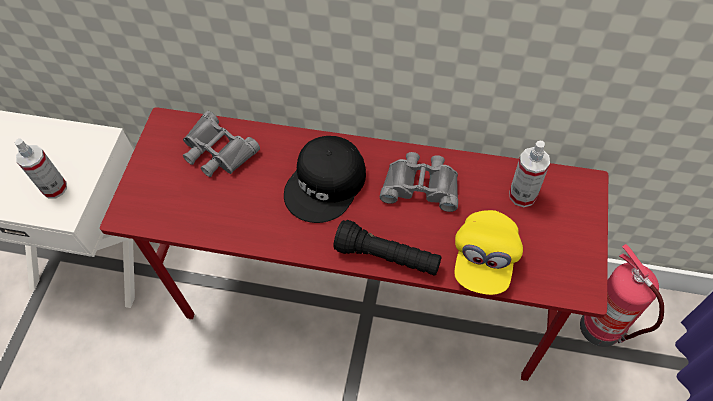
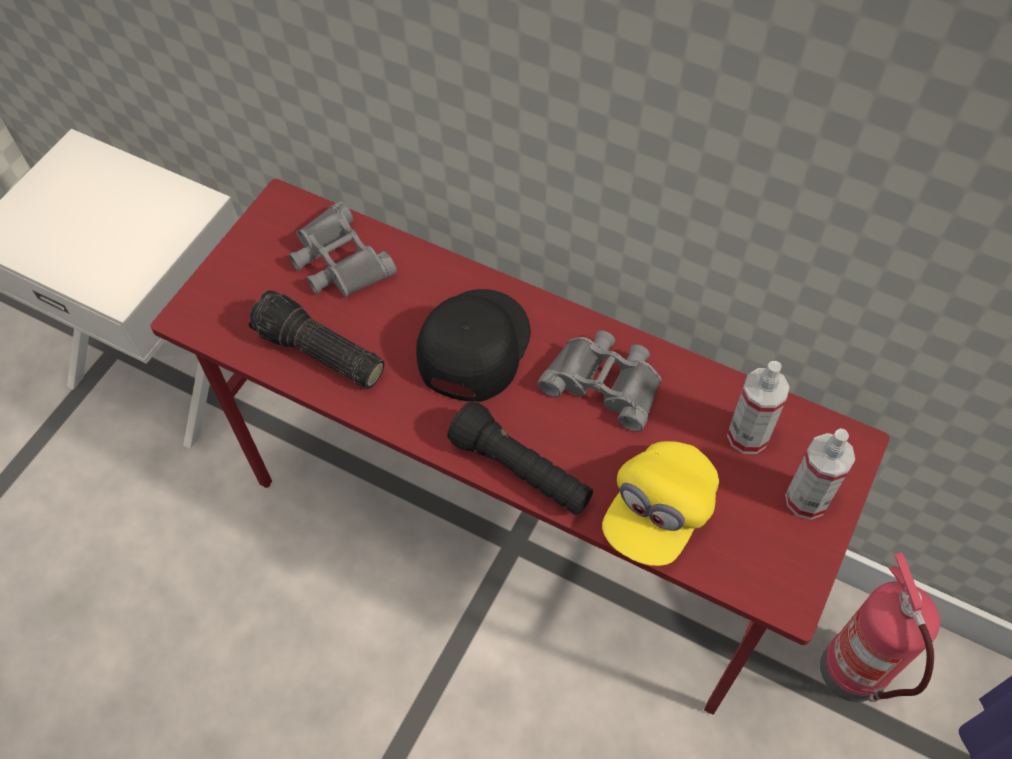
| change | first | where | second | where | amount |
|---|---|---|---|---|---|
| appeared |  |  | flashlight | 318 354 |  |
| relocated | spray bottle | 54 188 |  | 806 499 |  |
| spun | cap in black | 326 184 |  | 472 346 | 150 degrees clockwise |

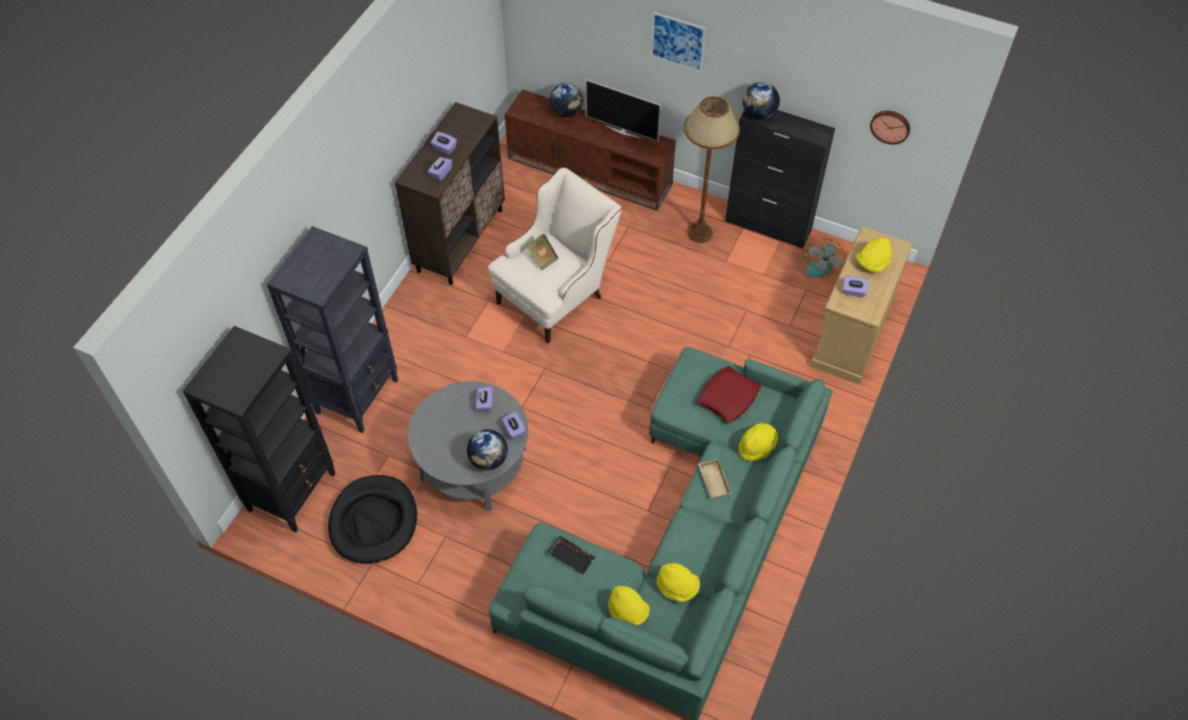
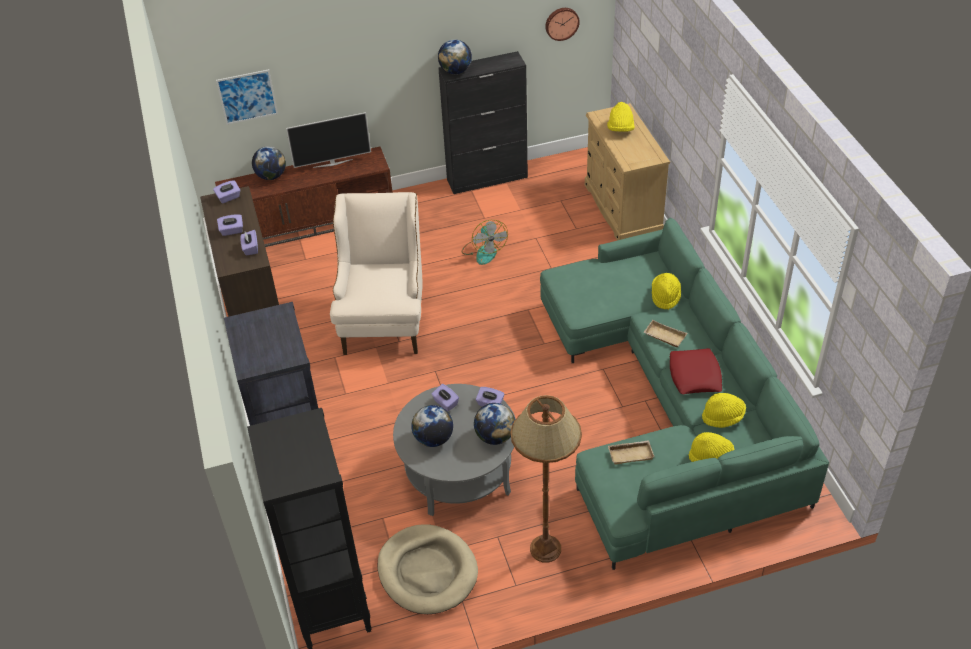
| change | first | where | second | where | amount |
|---|---|---|---|---|---|
| missing | book | 542 258 |  |  |  |
| appeared |  |  | globe | 433 439 |  |
| relocated | picture | 678 42 |  | 247 97 |  |
| relocated | floor lamp in brown | 700 233 |  | 546 549 |  |
| relocated | pillow in red | 728 397 |  | 695 376 |  |
| relocated | fan | 821 264 |  | 484 251 |  |
| relocated | tissue box in purple | 853 291 |  | 228 197 |  |
| colour | dog bed in black | 374 521 | dog bed in beige | 427 571 |  |
| colour | tray in black | 572 556 | tray in beige | 631 454 |  |

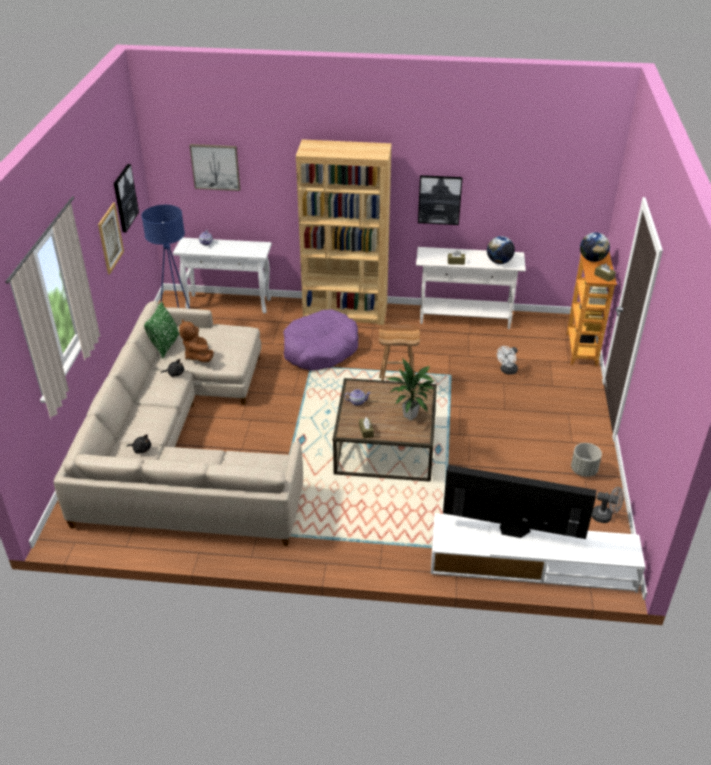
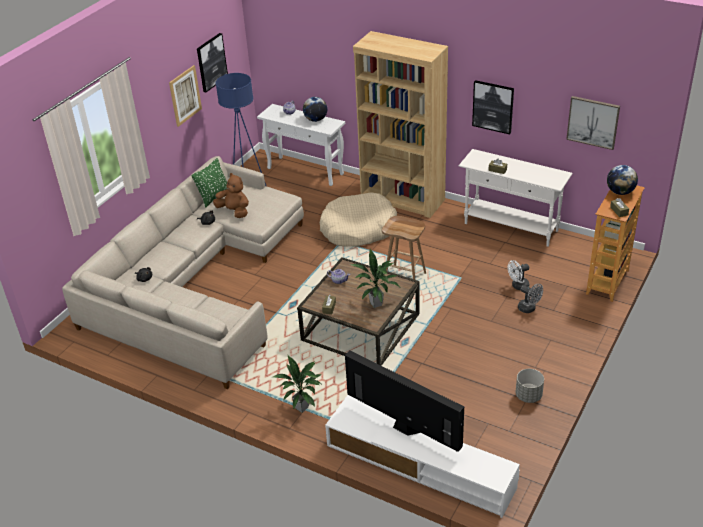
| change | first | where | second | where | amount |
|---|---|---|---|---|---|
| appeared |  |  | potted plant | 302 408 |  |
| relocated | picture | 215 167 |  | 593 122 |  |
| relocated | globe | 499 262 |  | 315 120 |  |
| relocated | fan in grey | 605 516 |  | 529 309 |  |
| colour | dog bed in purple | 320 350 | dog bed in beige | 358 229 |  |
| spun | plush toy in brown | 198 356 |  | 234 211 | 120 degrees clockwise |

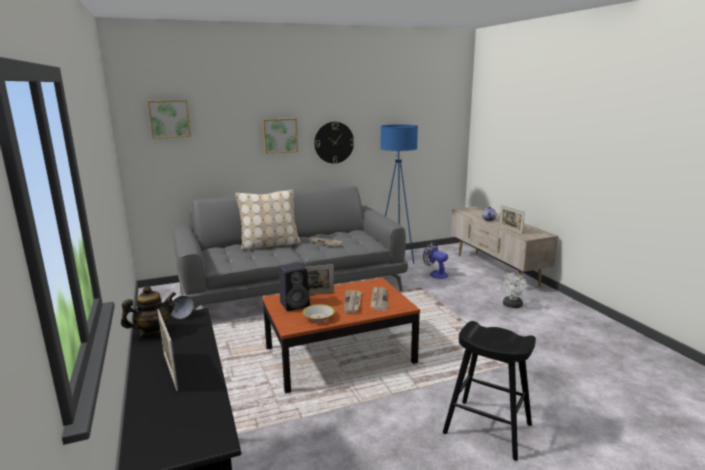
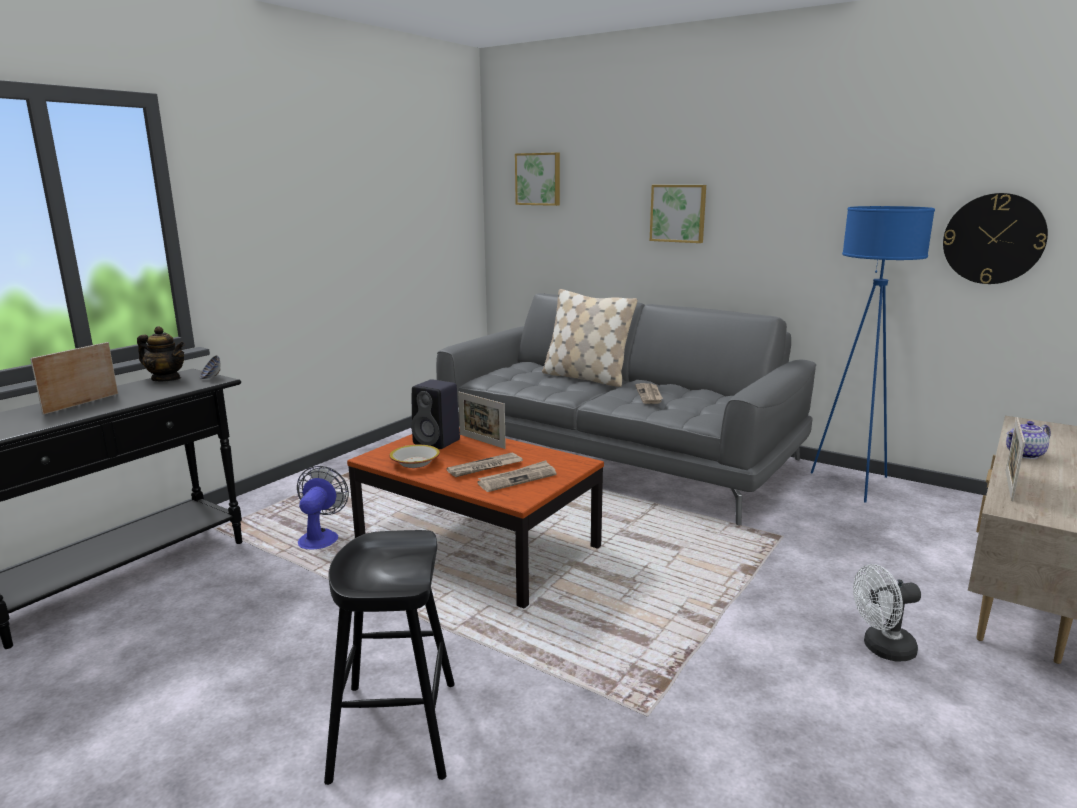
| change | first | where | second | where | amount |
|---|---|---|---|---|---|
| relocated | wall clock | 334 142 |  | 993 239 |  |
| relocated | fan | 435 274 |  | 320 536 |  |

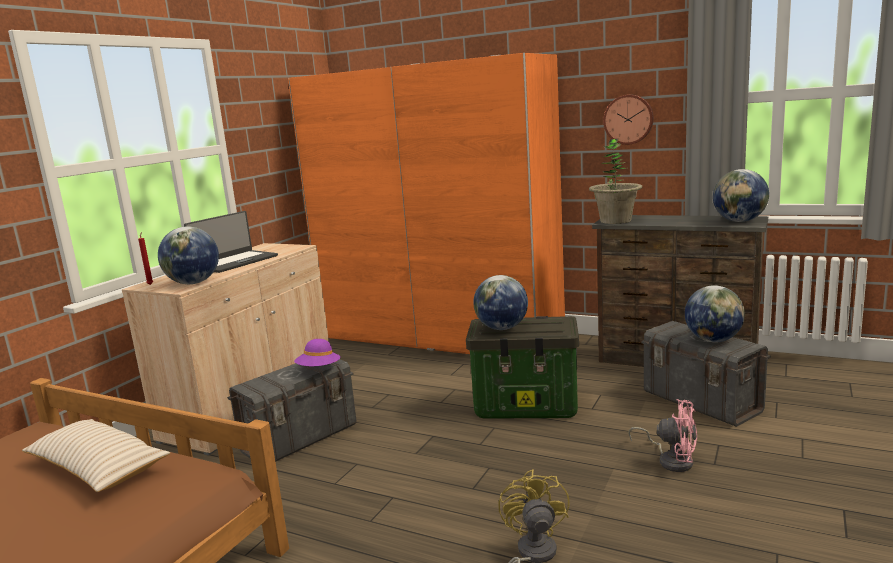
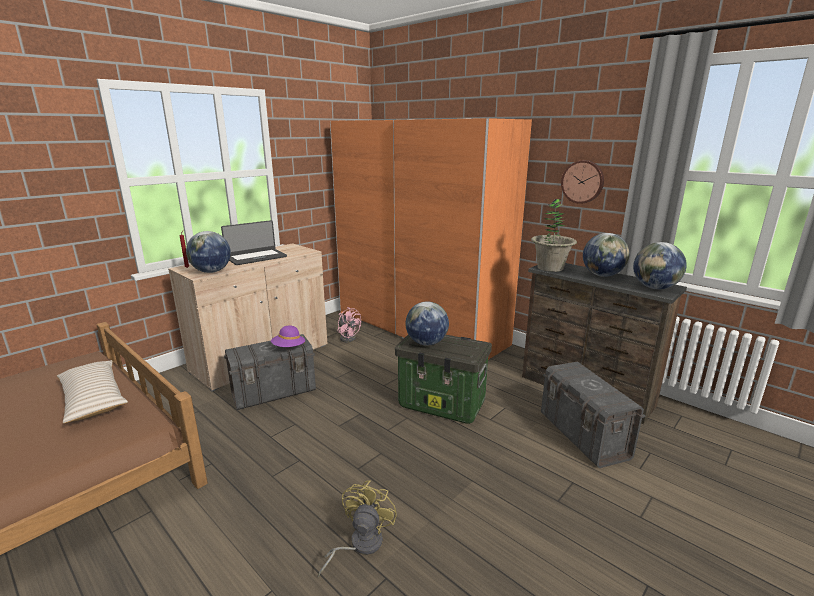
| change | first | where | second | where | amount |
|---|---|---|---|---|---|
| relocated | fan in pink | 671 460 |  | 348 337 |  |
| relocated | globe | 713 340 |  | 602 275 |  |

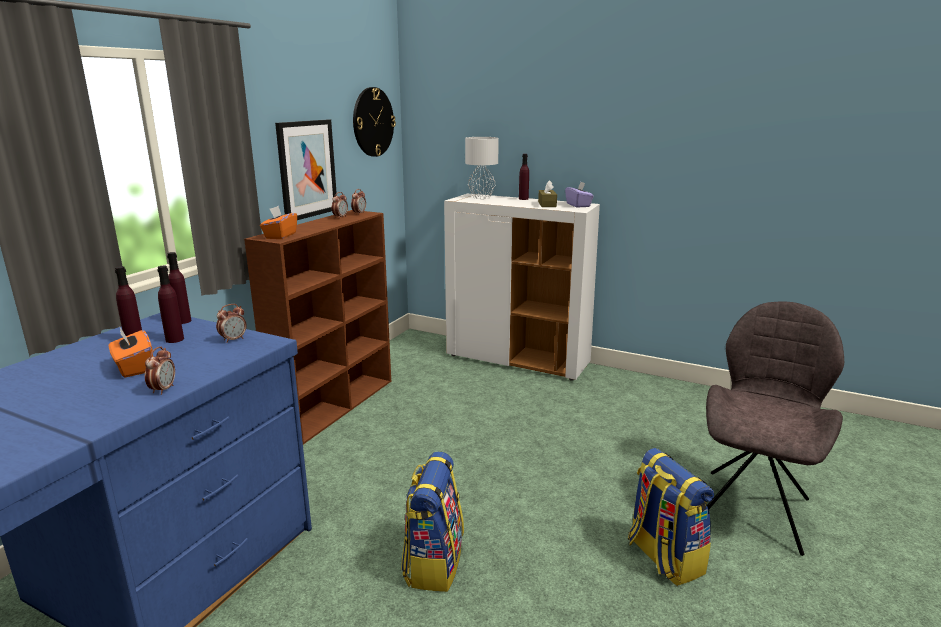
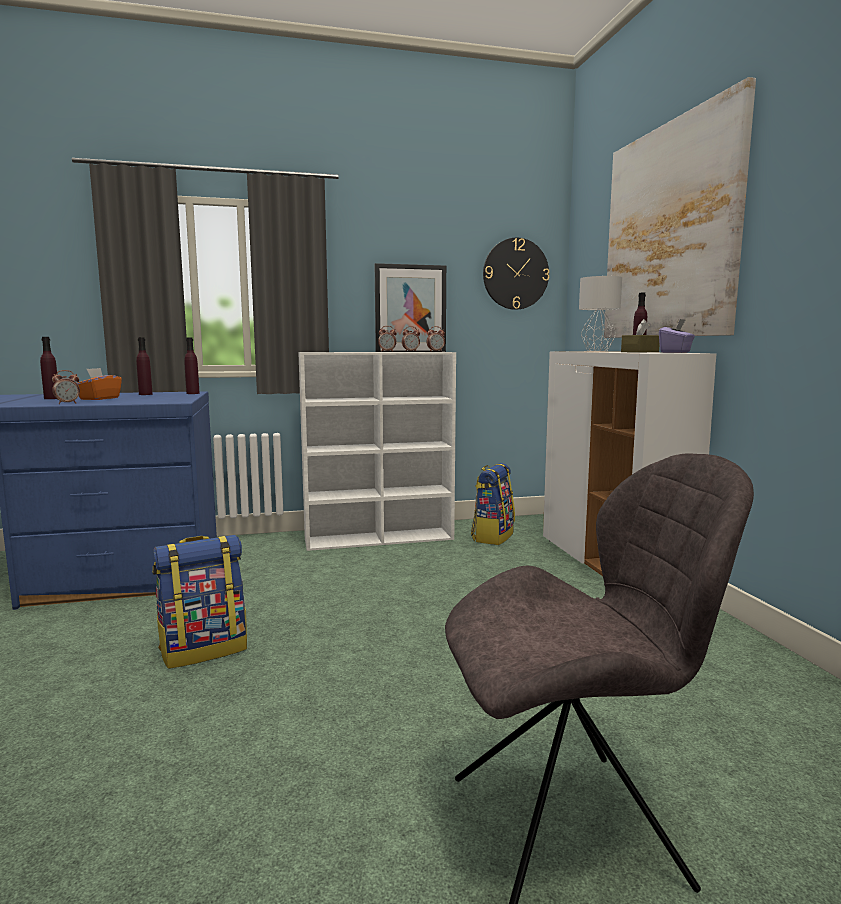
| change | first | where | second | where | amount |
|---|---|---|---|---|---|
| missing | tissue box in orange | 280 236 |  |  |  |
| appeared |  |  | picture | 669 232 |  |
| relocated | bottle in purple | 174 339 |  | 51 398 |  |
| relocated | alarm clock | 233 340 |  | 387 351 |  |
| relocated | backpack | 663 557 |  | 492 536 |  |
| colour | bookcase in brown | 336 405 | bookcase in white | 380 538 |  |

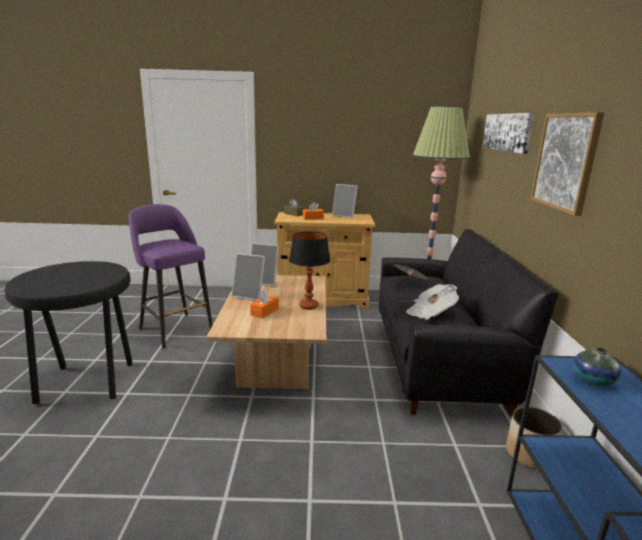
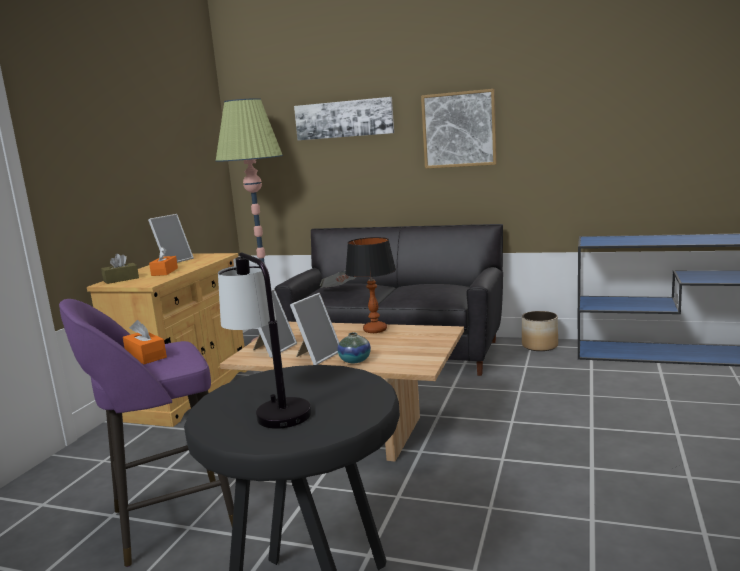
| change | first | where | second | where | amount |
|---|---|---|---|---|---|
| missing | newspaper | 430 313 |  |  |  |
| appeared |  |  | table lamp | 270 408 |  |
| relocated | tissue box in orange | 264 312 |  | 146 356 |  |
| relocated | vase | 593 380 |  | 355 360 |  |

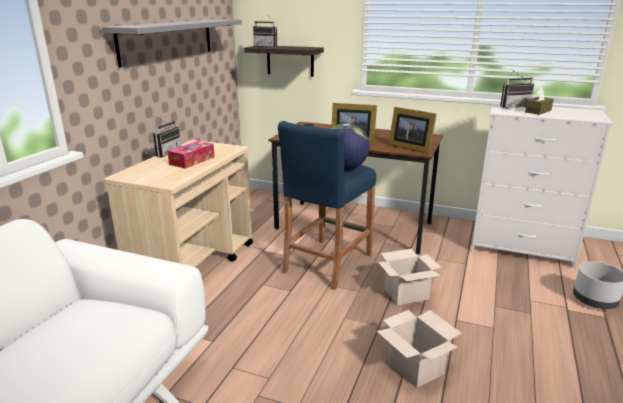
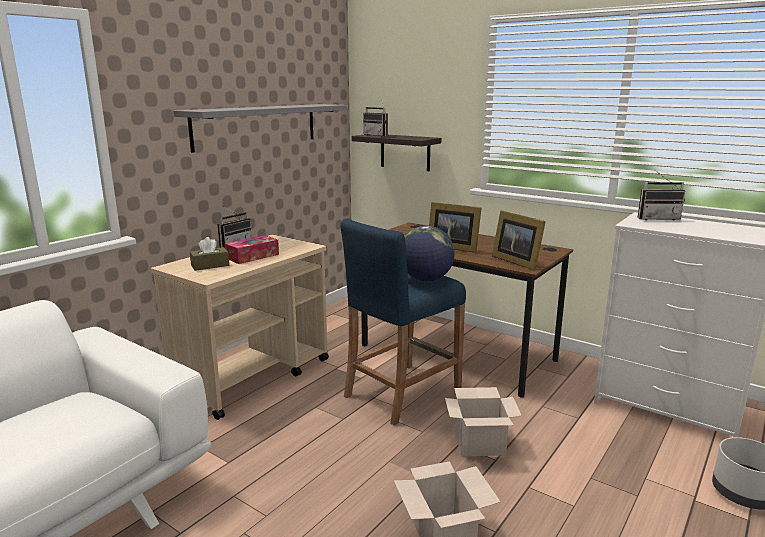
| change | first | where | second | where | amount |
|---|---|---|---|---|---|
| relocated | tissue box in brown | 538 111 |  | 210 265 |  |

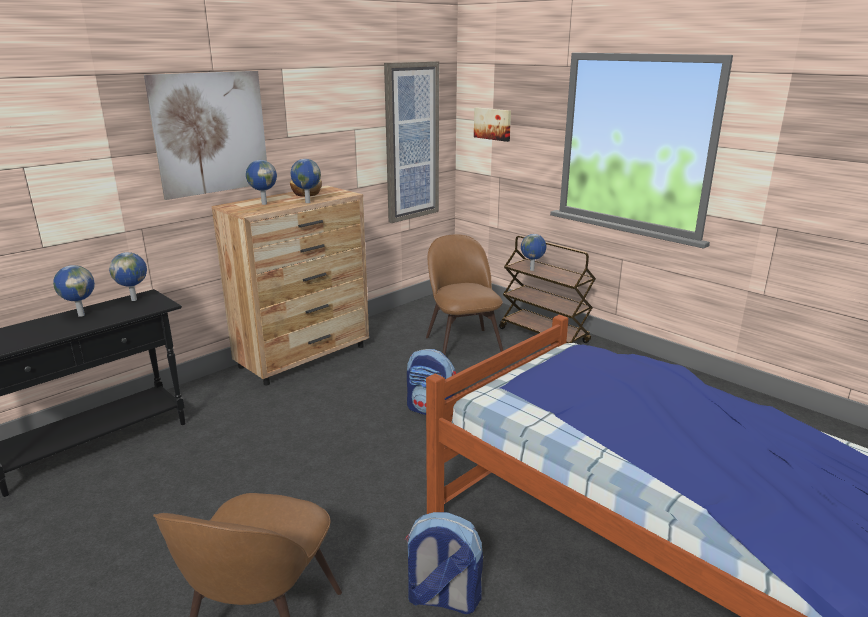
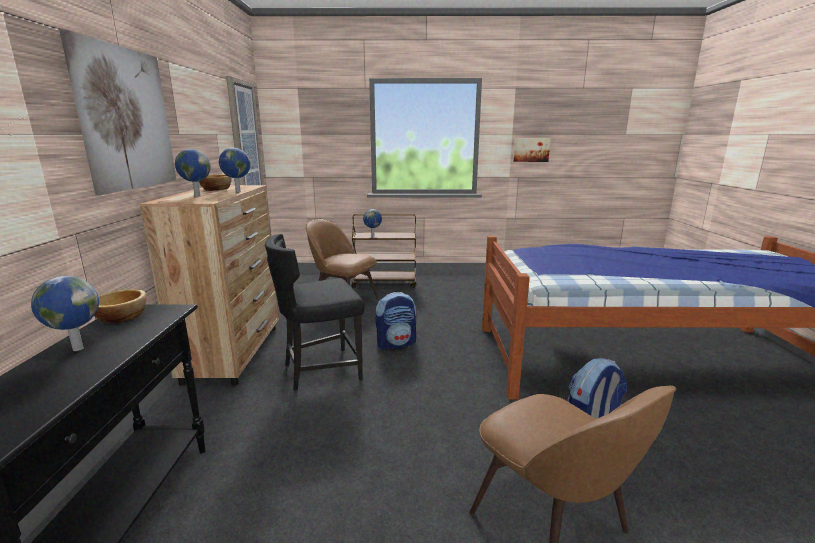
| change | first | where | second | where | amount |
|---|---|---|---|---|---|
| appeared |  |  | chair in black | 320 370 |  |
| relocated | picture | 493 124 |  | 531 150 |  |
| exchanged | globe | 135 299 | bowl | 122 317 |  |

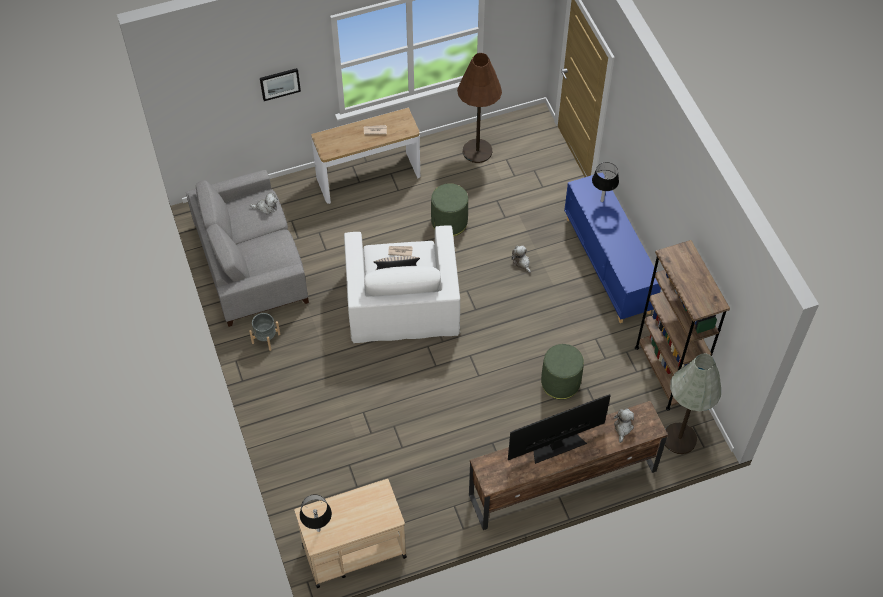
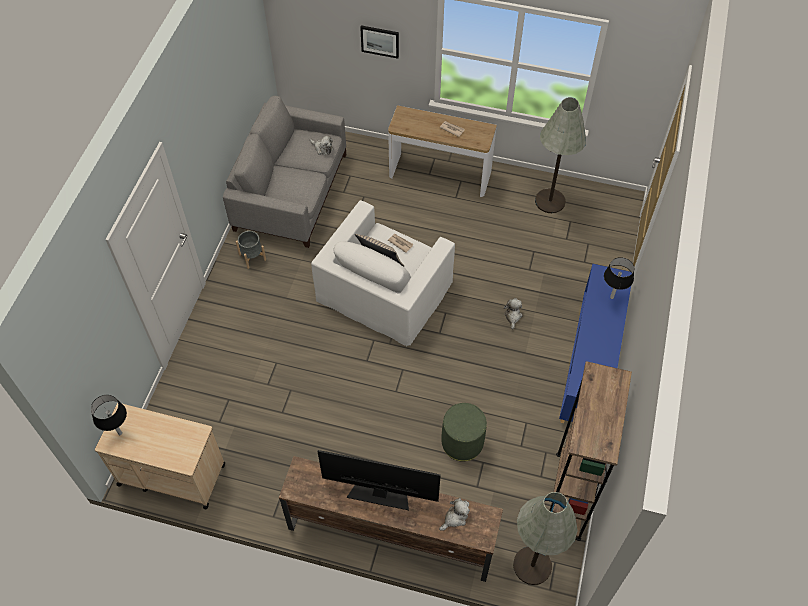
| change | first | where | second | where | amount |
|---|---|---|---|---|---|
| missing | ottoman in green | 449 222 |  |  |  |
| colour | floor lamp in brown | 477 151 | floor lamp in grey | 550 201 |  |

